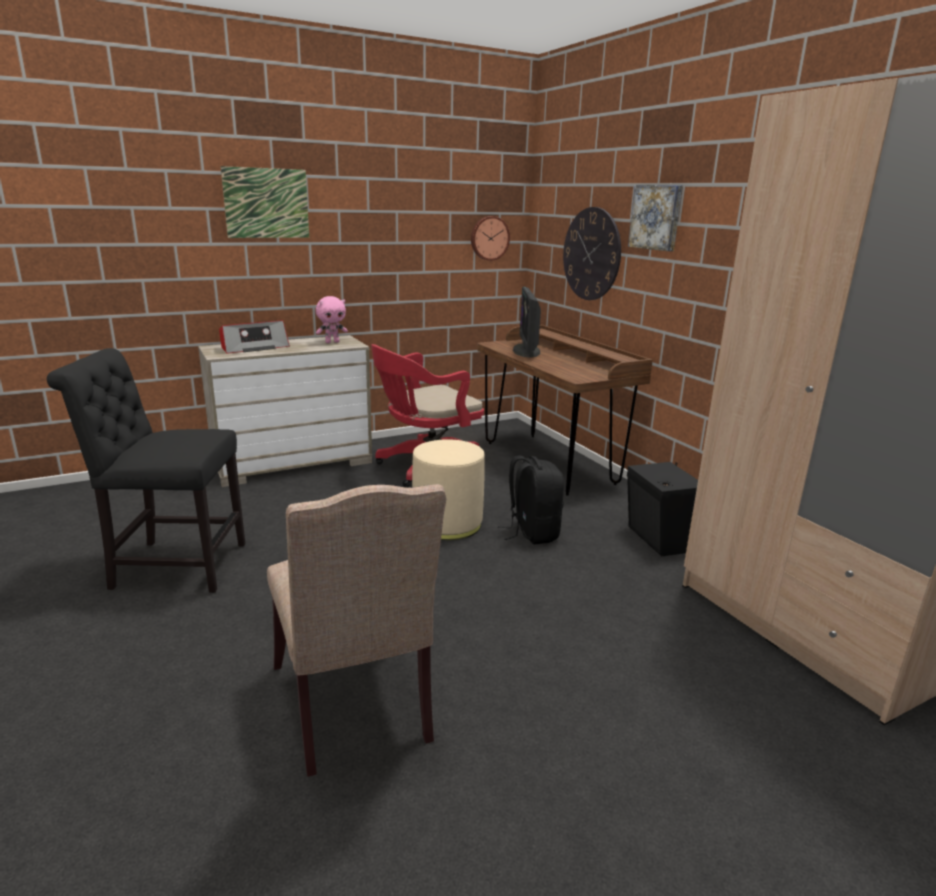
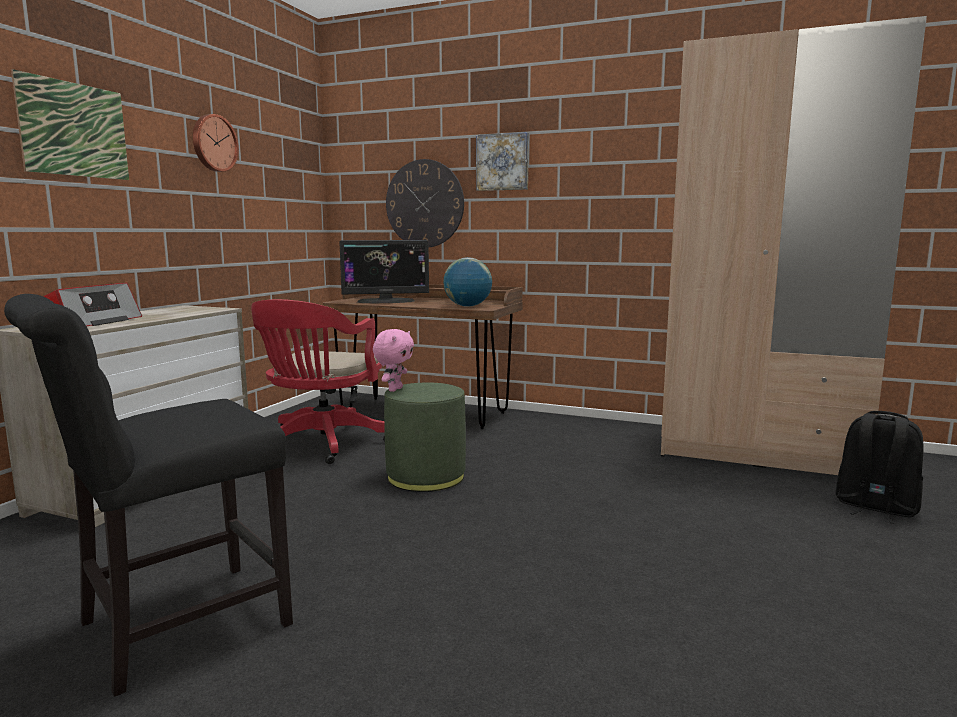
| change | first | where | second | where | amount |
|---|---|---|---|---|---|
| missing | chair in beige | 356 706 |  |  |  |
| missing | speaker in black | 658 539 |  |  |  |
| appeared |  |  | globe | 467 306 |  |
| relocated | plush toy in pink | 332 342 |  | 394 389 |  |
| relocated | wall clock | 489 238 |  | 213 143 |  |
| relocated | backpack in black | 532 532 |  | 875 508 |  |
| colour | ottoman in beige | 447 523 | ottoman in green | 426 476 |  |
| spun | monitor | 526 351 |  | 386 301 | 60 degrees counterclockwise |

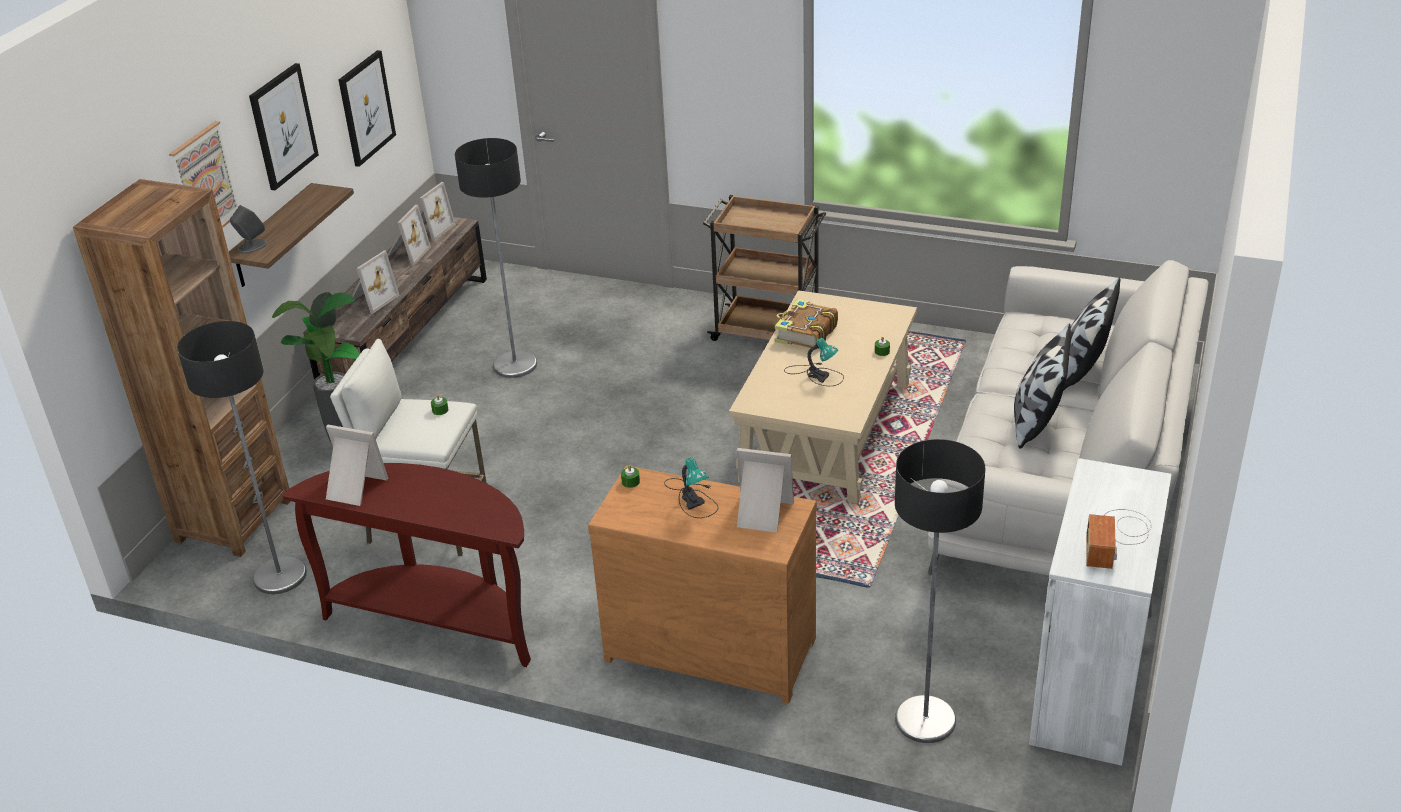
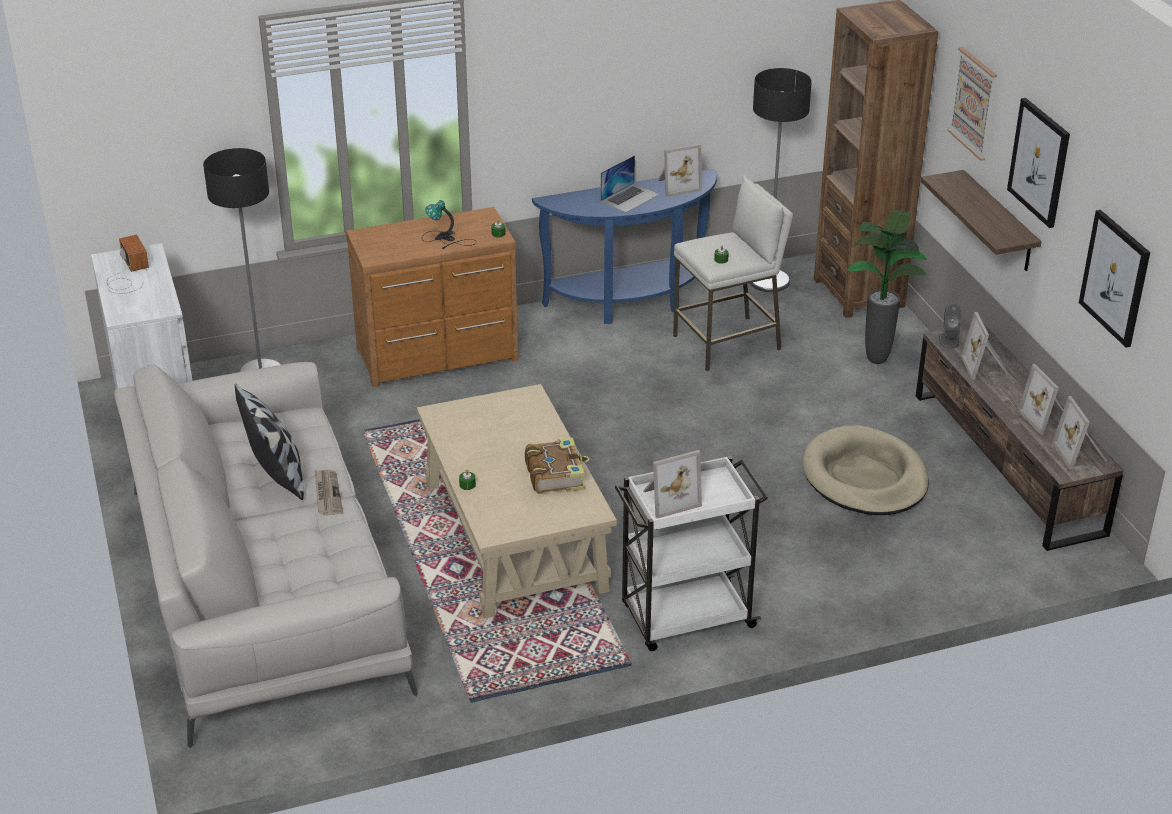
| change | first | where | second | where | amount |
|---|---|---|---|---|---|
| missing | table lamp | 816 374 |  |  |  |
| missing | pillow | 1081 370 |  |  |  |
| appeared |  |  | newspaper | 327 494 |  |
| appeared |  |  | laptop | 630 197 |  |
| relocated | speaker in grey | 252 246 |  | 948 340 |  |
| relocated | picture frame | 762 514 |  | 669 498 |  |
| exchanged | floor lamp | 515 365 | dog bed in beige | 864 477 |  |
| colour | console table in brown | 439 620 | console table in blue | 631 301 |  |
| colour | cart in brown | 767 332 | cart in white | 685 617 |  |

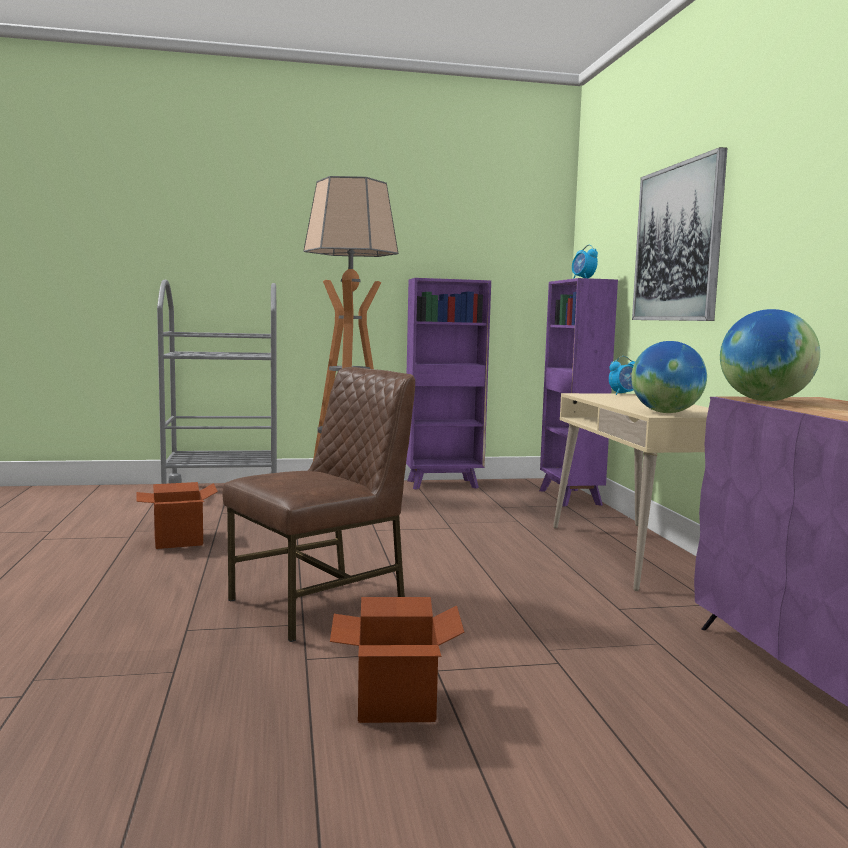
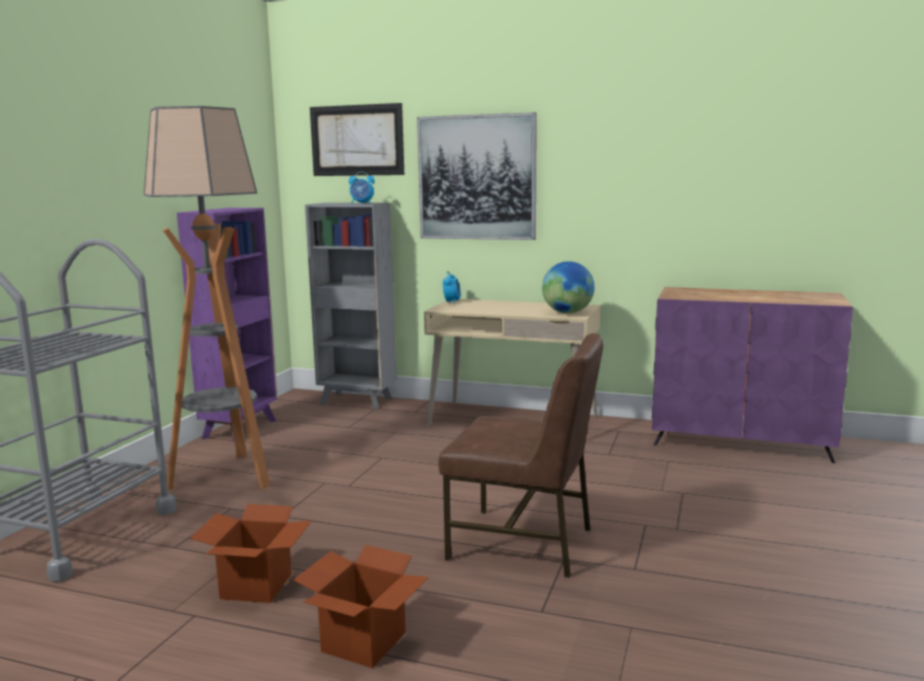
| change | first | where | second | where | amount |
|---|---|---|---|---|---|
| missing | globe | 764 400 |  |  |  |
| appeared |  |  | picture | 357 140 |  |
| relocated | cardboard box | 396 703 |  | 363 642 |  |
| colour | bookcase in purple | 570 498 | bookcase in grey | 357 401 |  |
| spun | chair in brown | 321 603 |  | 523 543 | 120 degrees clockwise |

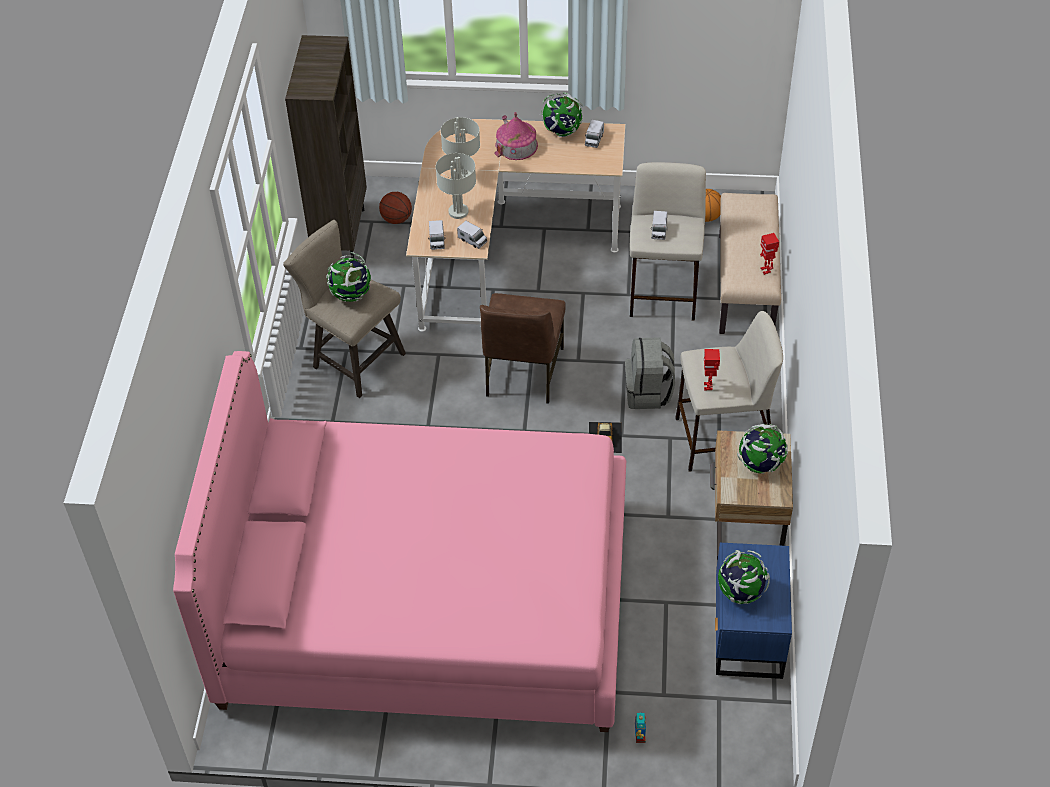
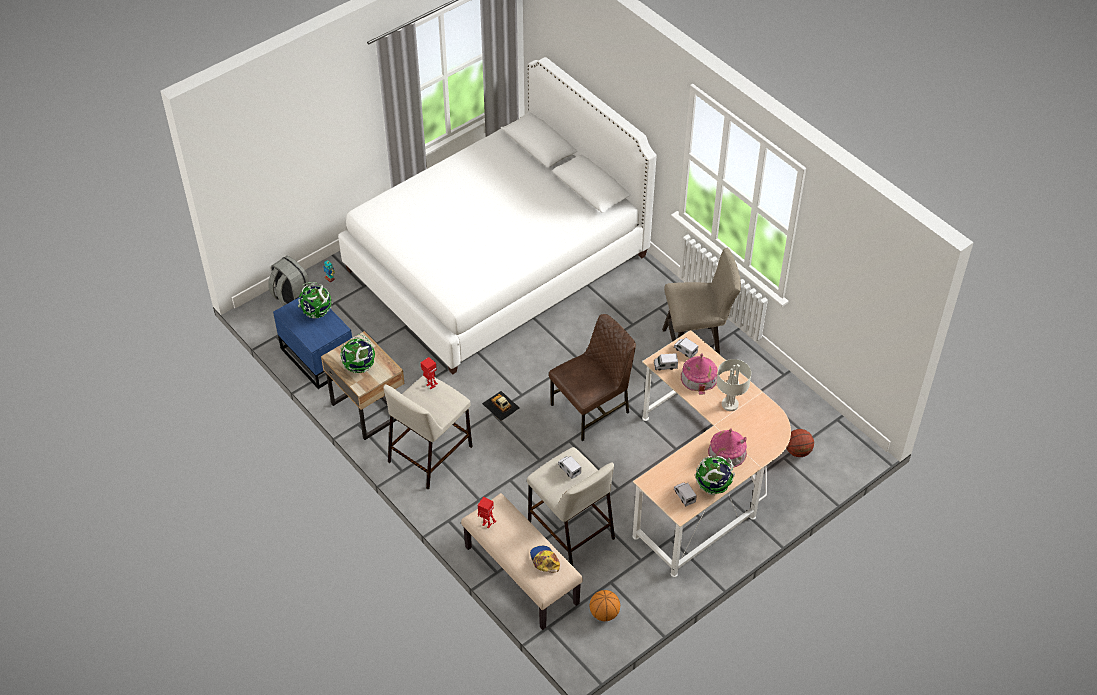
| change | first | where | second | where | amount |
|---|---|---|---|---|---|
| missing | bookcase in brown | 340 234 |  |  |  |
| missing | globe | 351 294 |  |  |  |
| appeared |  |  | cap | 544 560 |  |
| relocated | backpack in grey | 648 393 |  | 292 299 |  |
| exchanged | table lamp in grey | 457 212 | toy house | 699 377 |  |
| colour | bed in pink | 427 602 | bed in white | 496 262 |  |
| spun | chair in brown | 522 372 |  | 592 409 | 90 degrees clockwise |

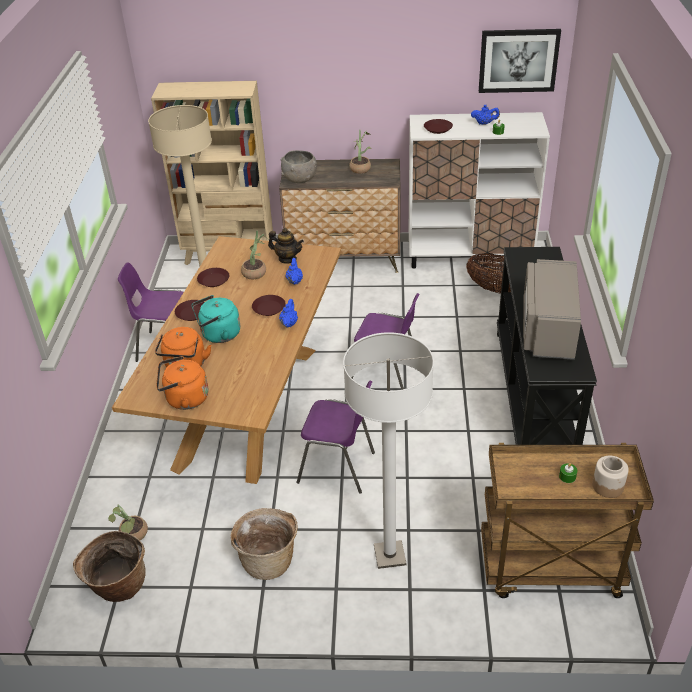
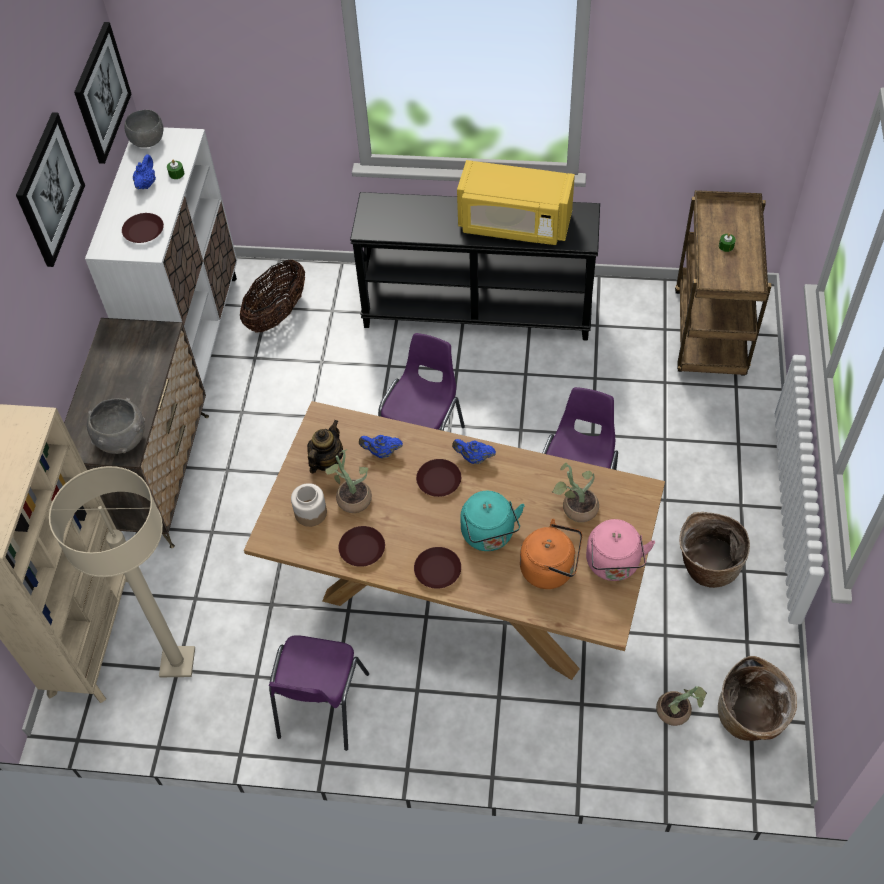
| change | first | where | second | where | amount |
|---|---|---|---|---|---|
| missing | floor lamp in white | 389 555 |  |  |  |
| appeared |  |  | picture | 49 189 |  |
| appeared |  |  | bowl in grey | 148 141 |  |
| relocated | potted plant | 360 167 |  | 575 508 |  |
| relocated | jar | 608 486 |  | 310 512 |  |
| colour | kettle in orange | 184 399 | kettle in pink | 613 565 |  |
| colour | microwave in grey | 548 329 | microwave in yellow | 514 224 |  |

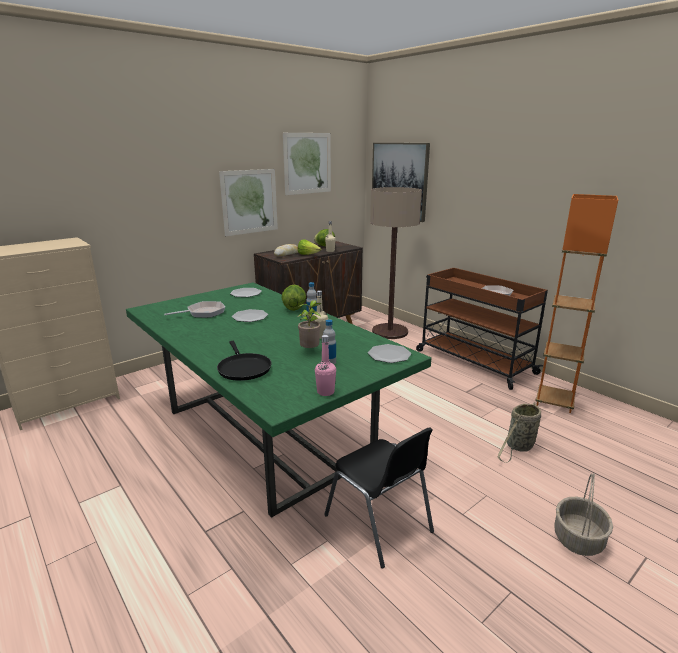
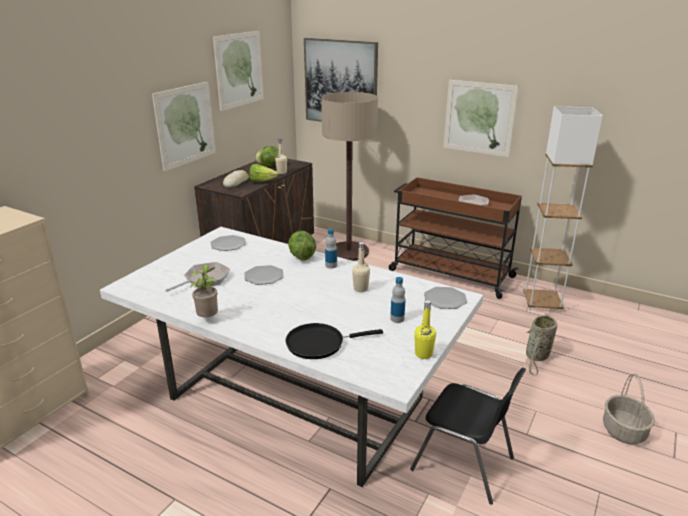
| change | first | where | second | where | amount |
|---|---|---|---|---|---|
| appeared |  |  | picture | 479 118 |  |
| relocated | potted plant | 310 351 |  | 208 318 |  |
| colour | dining table in green | 265 432 | dining table in white | 294 397 |  |
| colour | bottle in pink | 325 392 | bottle in yellow | 423 354 |  |
| colour | floor lamp in orange | 554 402 | floor lamp in white | 542 304 |  |
| spun | frying pan in black | 243 368 |  | 319 344 | 120 degrees clockwise |

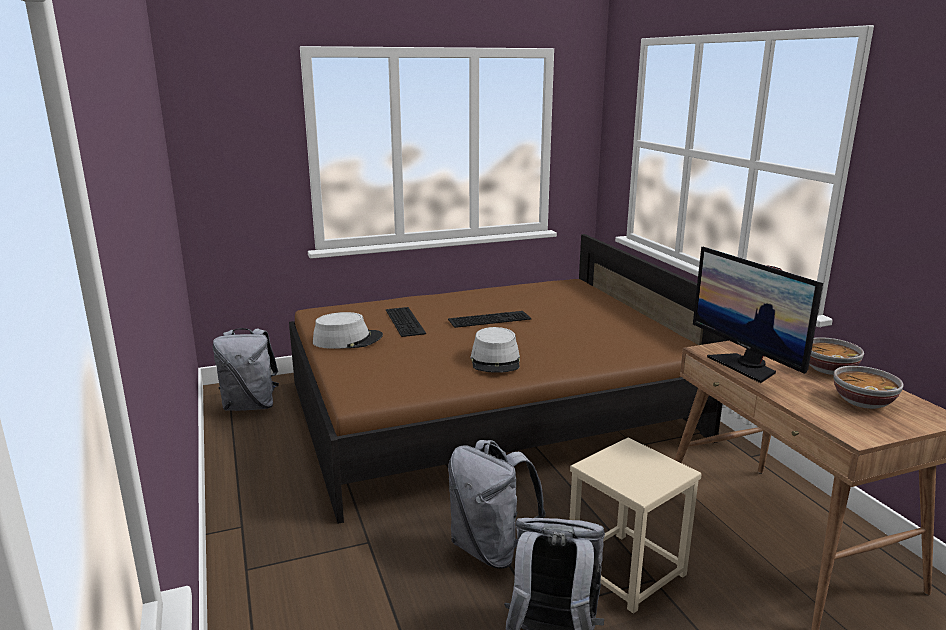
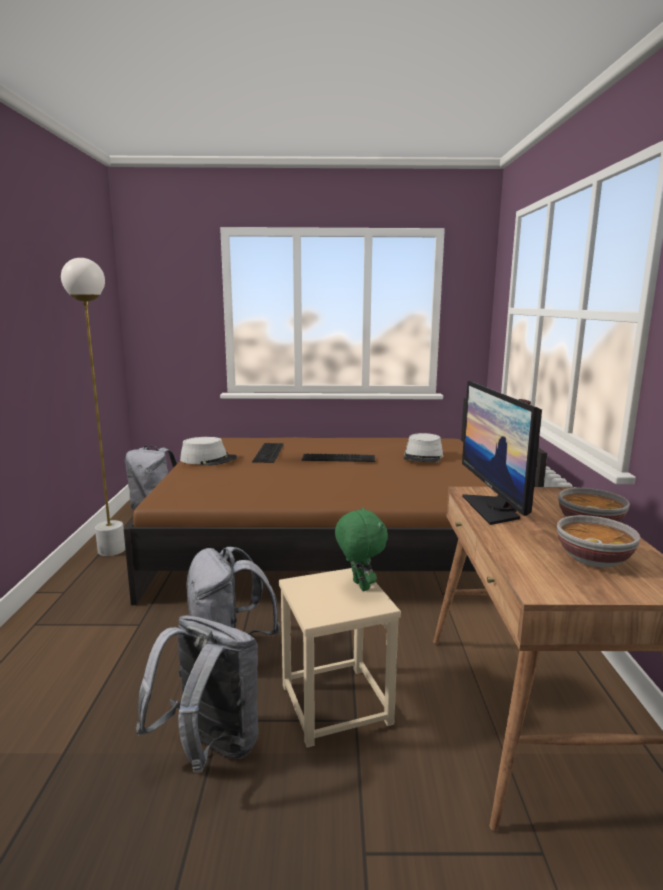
| change | first | where | second | where | amount |
|---|---|---|---|---|---|
| appeared |  |  | floor lamp in white | 111 550 |  |
| appeared |  |  | plush toy in green | 359 586 |  |
| relocated | hat in grey | 496 361 |  | 423 457 |  |

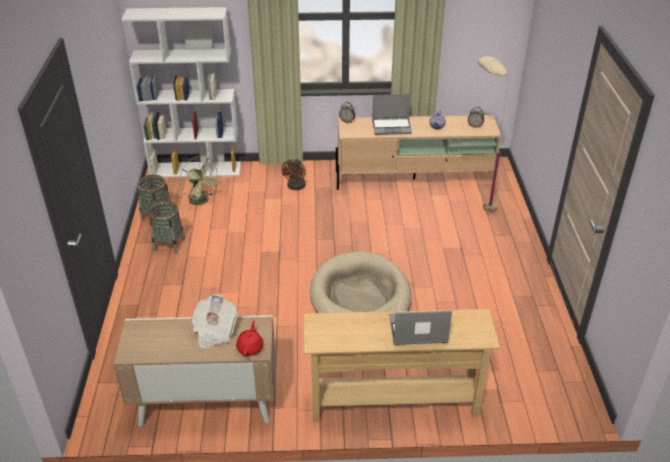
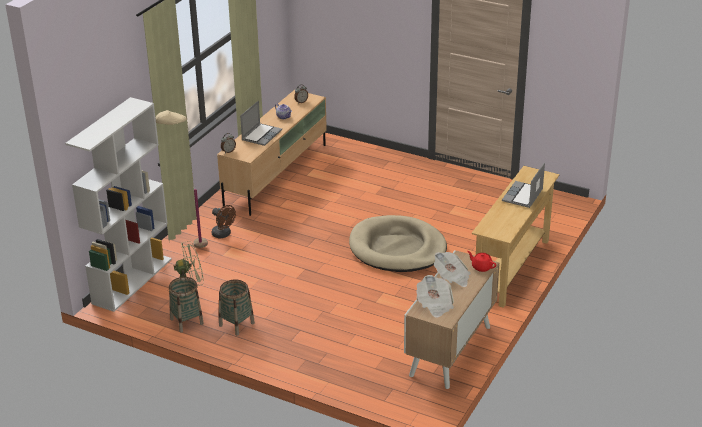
| change | first | where | second | where | amount |
|---|---|---|---|---|---|
| appeared |  |  | newspaper | 434 305 |  |
| relocated | floor lamp in beige | 478 207 |  | 189 250 |  |

